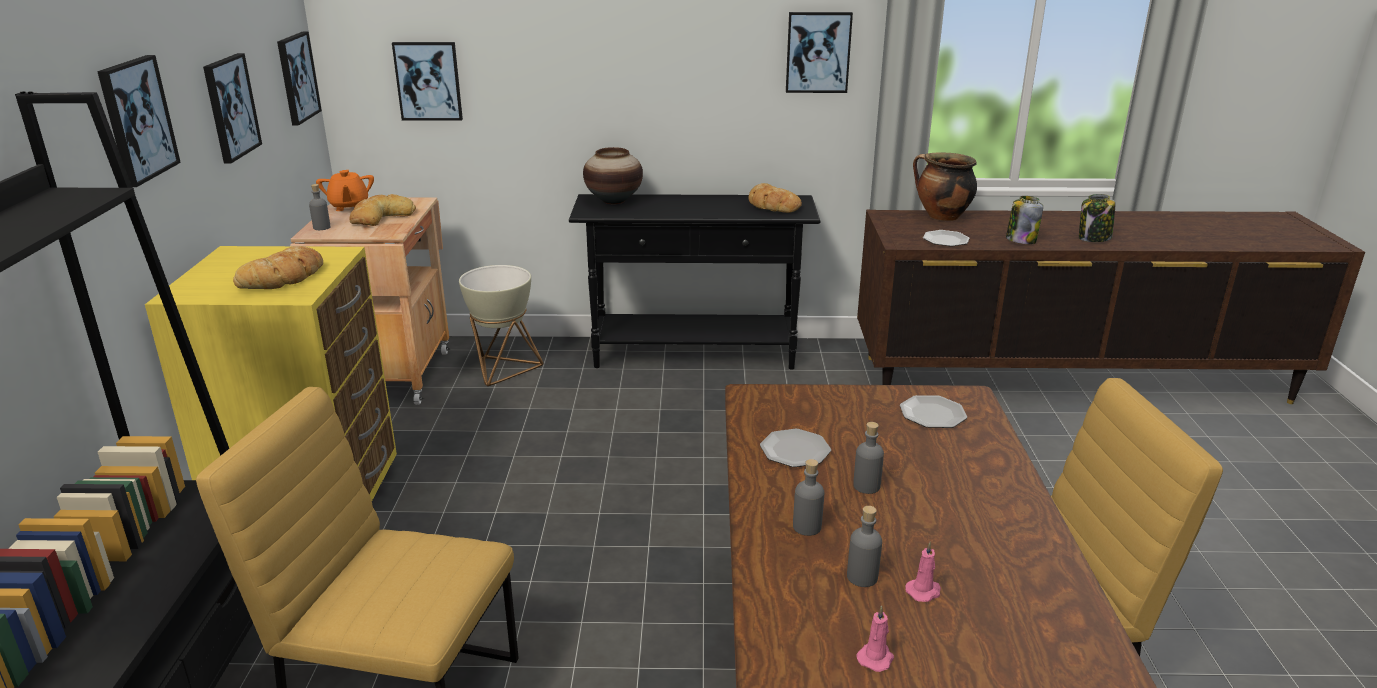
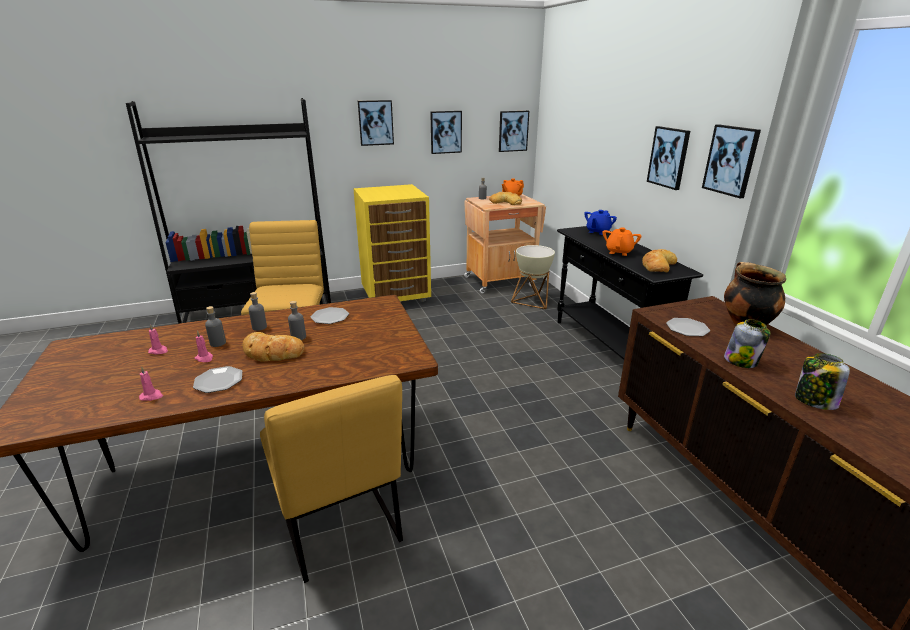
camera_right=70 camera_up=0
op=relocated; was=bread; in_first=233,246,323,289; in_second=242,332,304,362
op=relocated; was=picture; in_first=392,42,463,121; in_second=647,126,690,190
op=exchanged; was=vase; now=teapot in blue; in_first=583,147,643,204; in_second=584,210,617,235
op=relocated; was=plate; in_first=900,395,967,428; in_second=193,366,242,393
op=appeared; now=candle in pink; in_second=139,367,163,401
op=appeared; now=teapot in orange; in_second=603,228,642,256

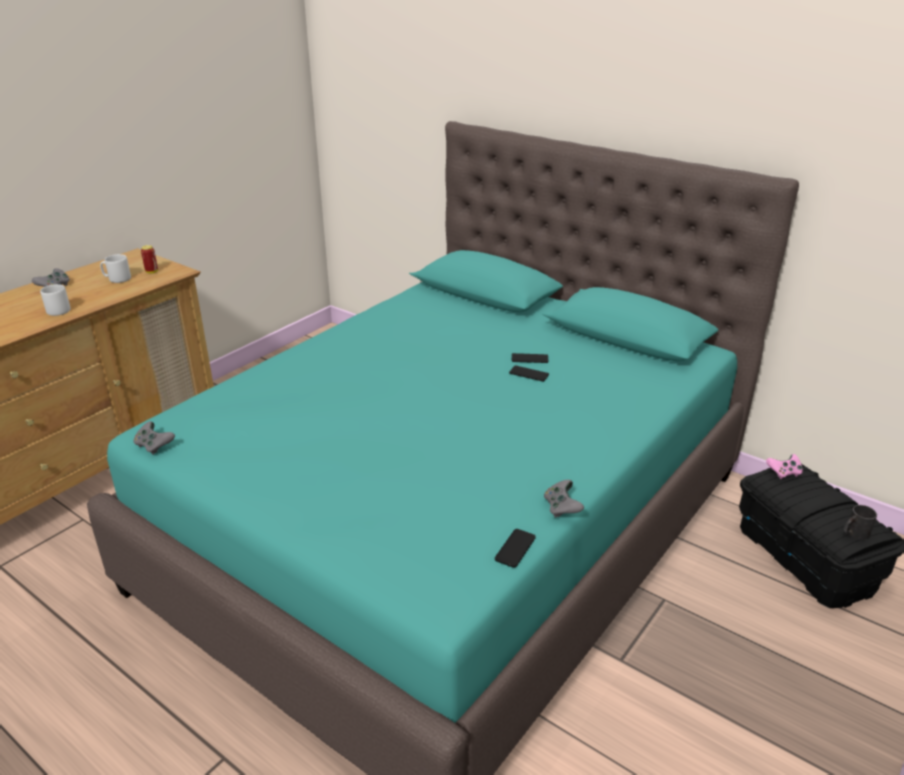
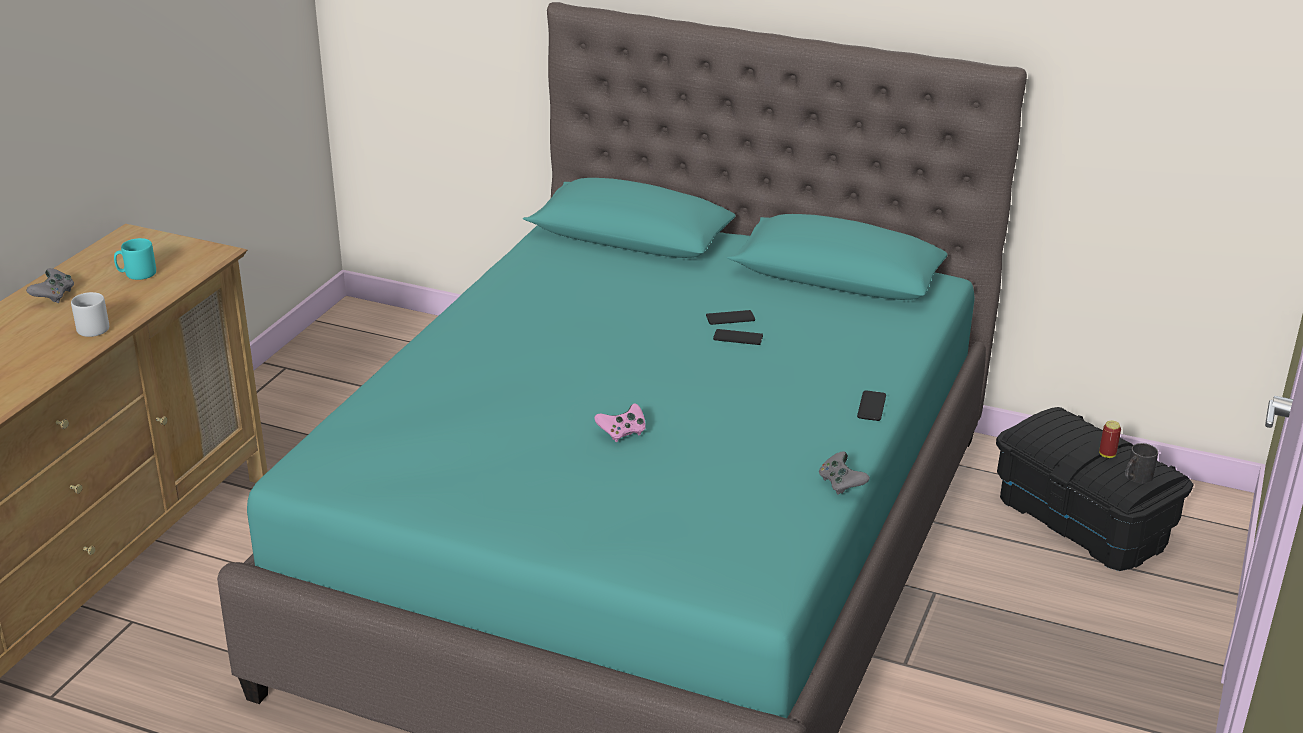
camera_right=-15 camera_up=0
op=colour; was=mug in grey; now=mug in turquoise; in_first=100,254,131,283; in_second=114,238,156,280
op=missing; was=game controller in grey; in_first=133,421,175,455
op=relocated; was=can; in_first=141,245,158,273; in_second=1099,421,1121,458
op=relocated; was=phone; in_first=495,529,536,568; in_second=857,390,886,421
op=relocated; was=game controller in pink; in_first=766,454,802,479; in_second=595,403,646,442

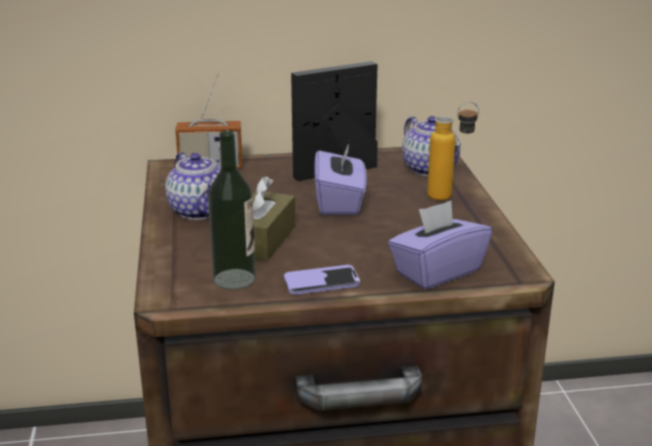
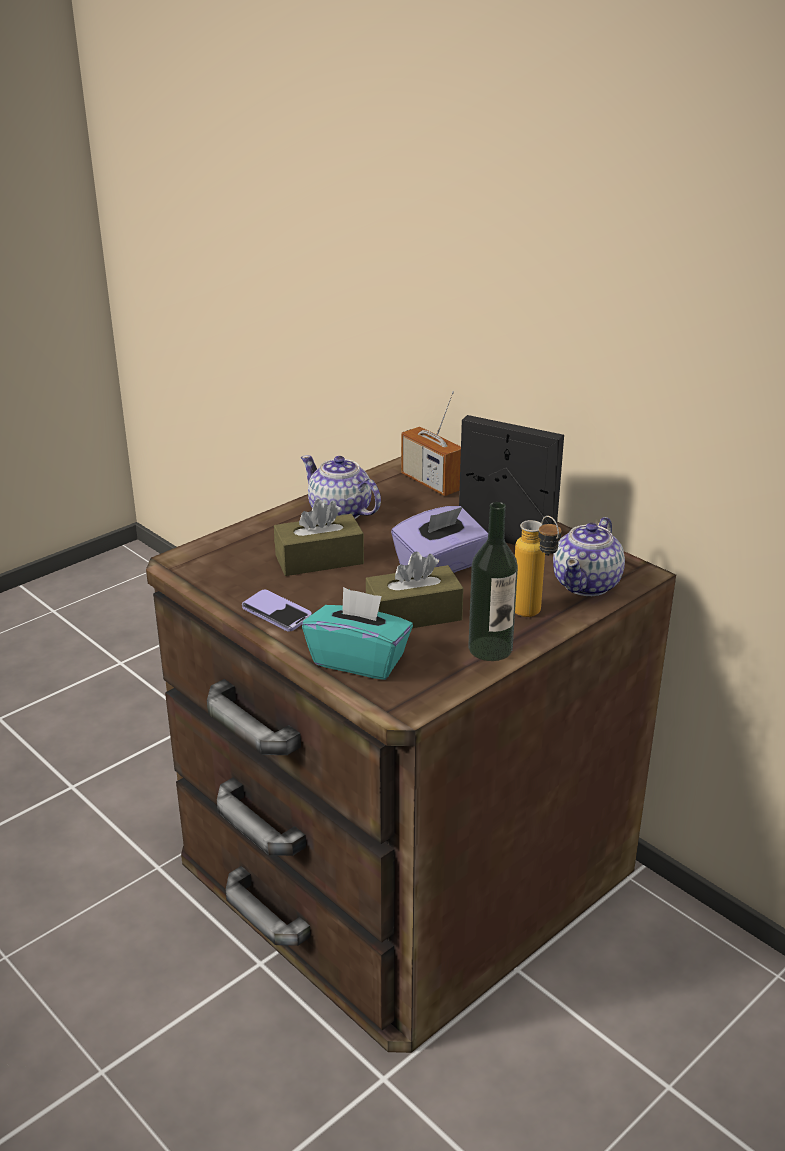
camera_right=55 camera_up=5
op=spun; was=teapot; in_first=165,152,221,220; in_second=301,455,381,519; clockwise=105
op=relocated; was=bottle; in_first=208,130,256,290; in_second=468,502,518,661
op=colour; was=tissue box in purple; now=tissue box in turquoise; in_first=388,201,492,289; in_second=302,587,413,680
op=appeared; now=tissue box in brown; in_second=366,551,463,628

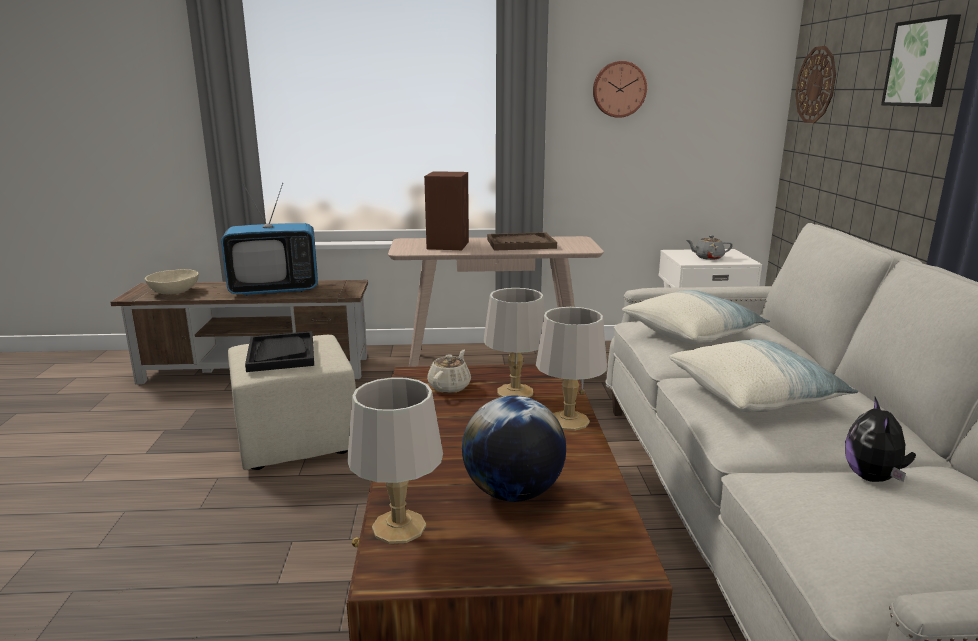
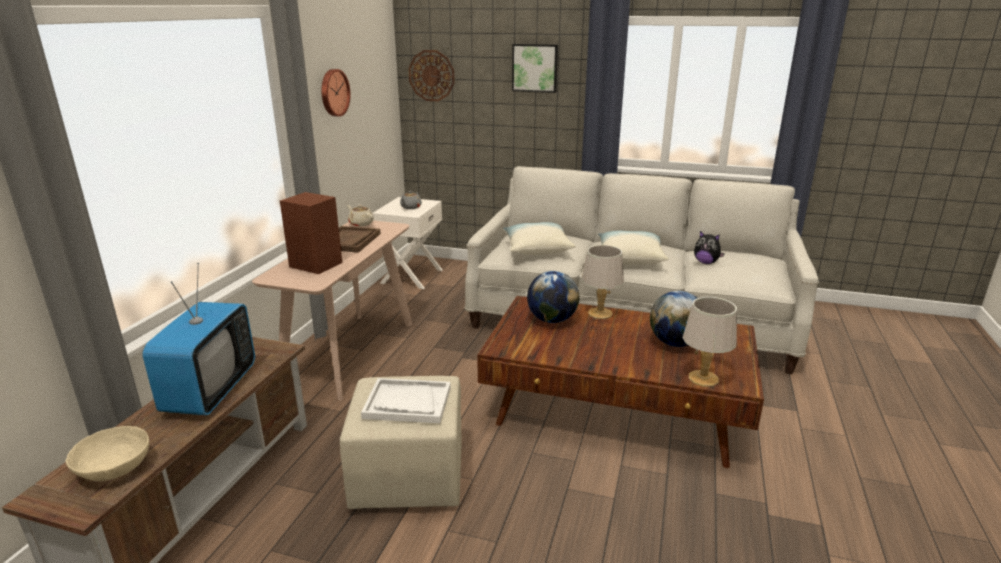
camera_right=-70 camera_up=5
op=colour; was=tray in black; now=tray in white; in_first=245,331,314,372; in_second=361,378,451,423
op=relocated; was=teapot in beige; in_first=427,350,471,393; in_second=347,205,374,227
op=exchanged; was=table lamp in grey; now=globe; in_first=483,288,545,398; in_second=527,271,579,323

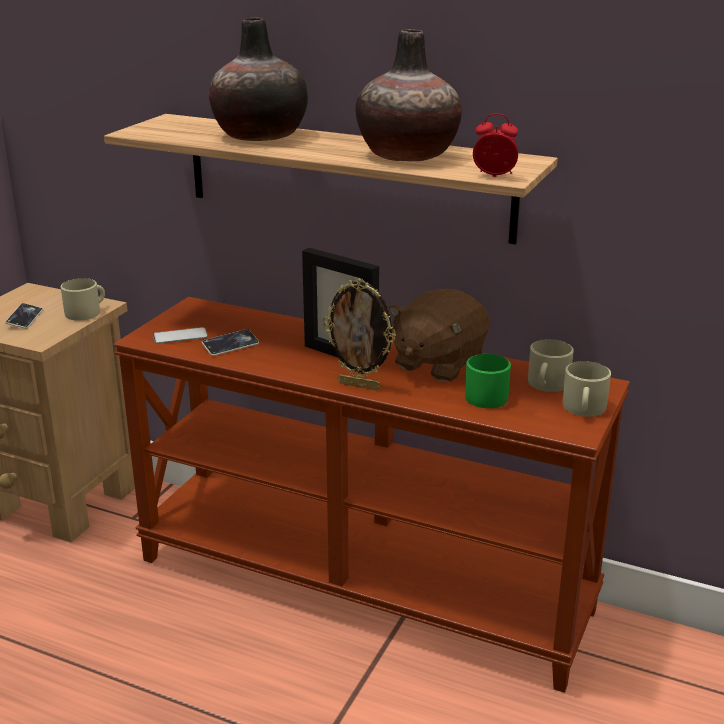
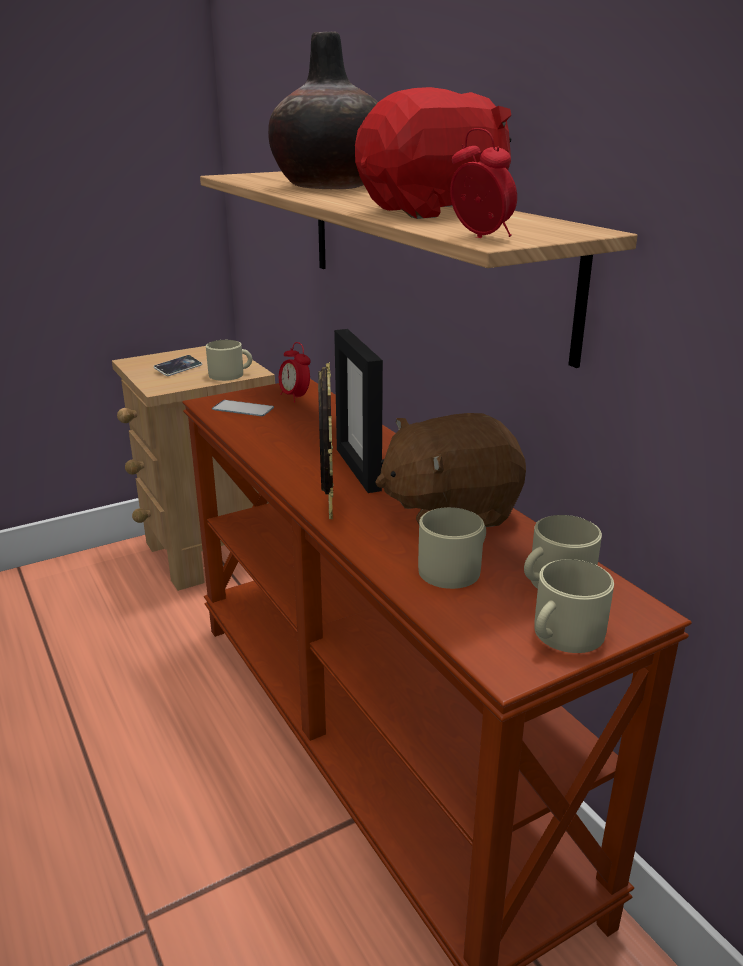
camera_right=35 camera_up=0
op=missing; was=phone; in_first=202,329,259,356
op=spun; was=picture frame; in_first=323,278,396,390; in_second=318,362,334,519; clockwise=-150
op=exchanged; was=vase; now=plush toy in red; in_first=355,29,462,161; in_second=355,87,511,219
op=colour; was=mug in green; now=mug in beige; in_first=465,354,511,408; in_second=418,507,486,589
op=appeared; now=alarm clock; in_second=279,342,311,402

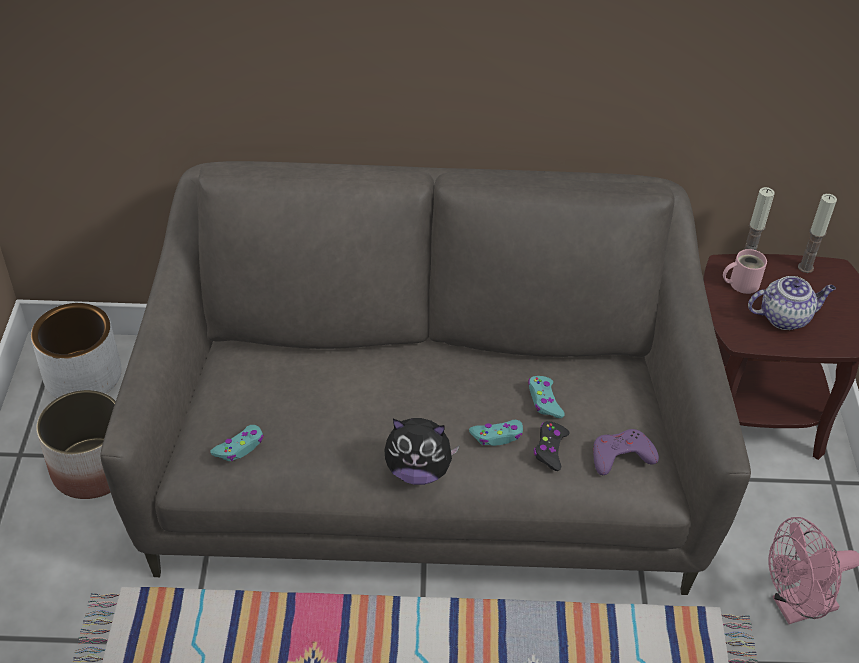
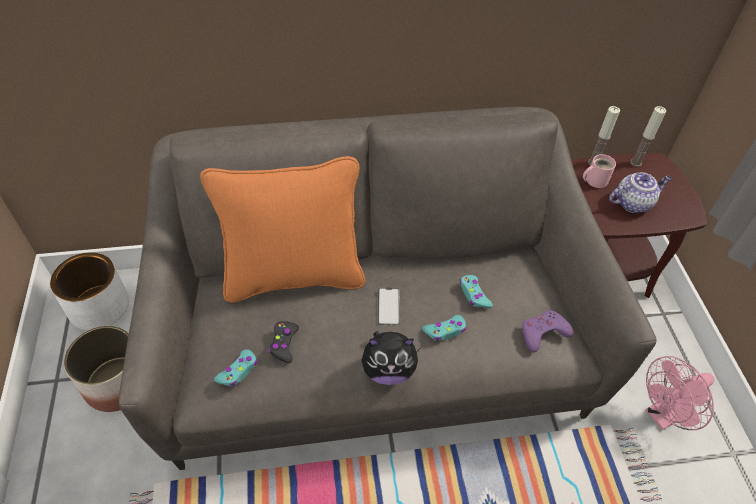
camera_right=-10 camera_up=5
op=relocated; was=game controller in black; in_first=534,421,569,471; in_second=268,321,299,363
op=appeared; now=pillow in orange; in_second=200,156,365,303
op=appeared; now=phone; in_second=378,288,400,326

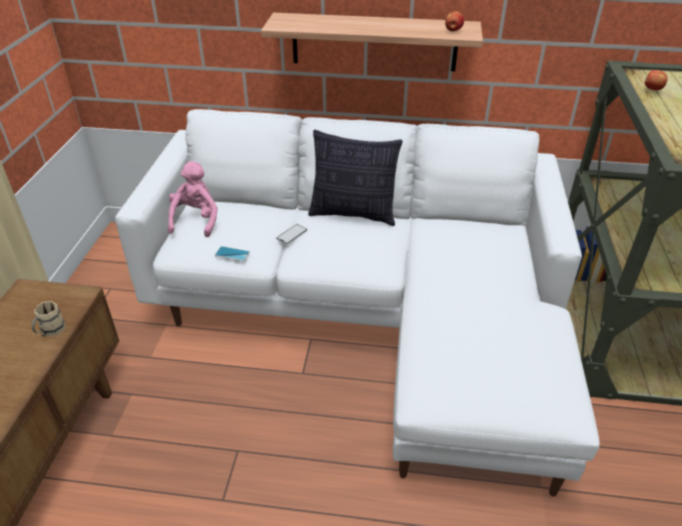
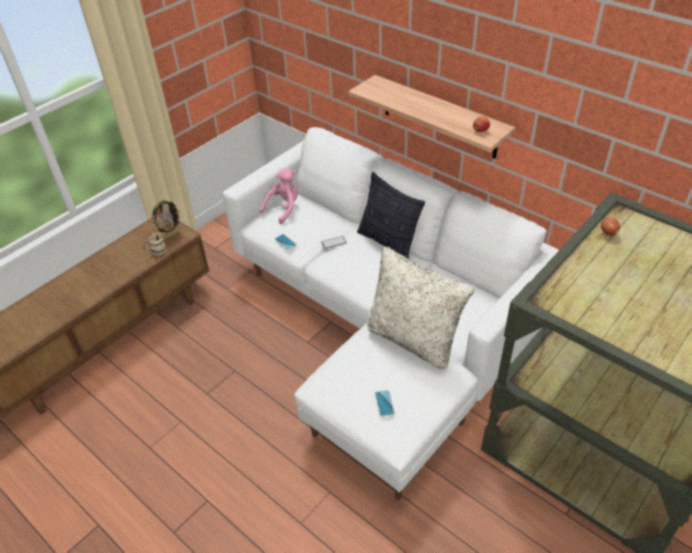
camera_right=35 camera_up=5
op=appeared; now=picture frame; in_second=152,200,181,240
op=appeared; now=pillow in beige; in_second=366,246,475,370
op=appeared; now=phone; in_second=375,390,395,417

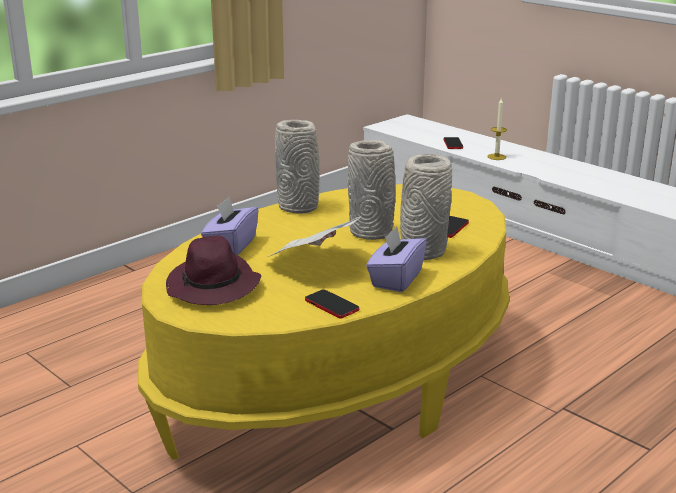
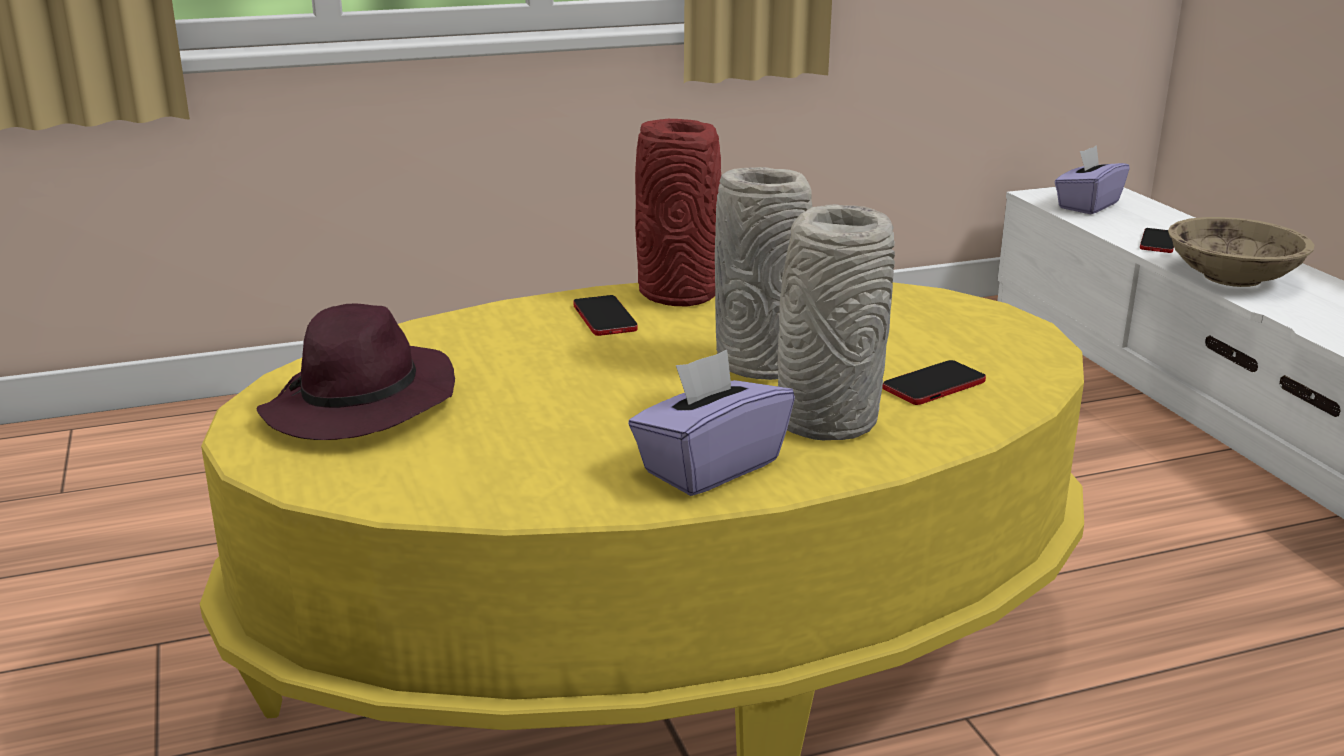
camera_right=25 camera_up=0
op=relocated; was=tissue box in purple; in_first=201,197,259,255; in_second=1055,145,1130,214
op=missing; was=newspaper; in_first=265,214,367,258
op=colour; was=vase in grey; now=vase in red; in_first=275,120,320,214; in_second=635,119,721,306
op=relocated; was=phone; in_first=305,289,359,318; in_second=573,295,638,336
op=exchanged; was=candle; now=bowl in beige; in_first=488,99,507,160; in_second=1168,217,1314,287

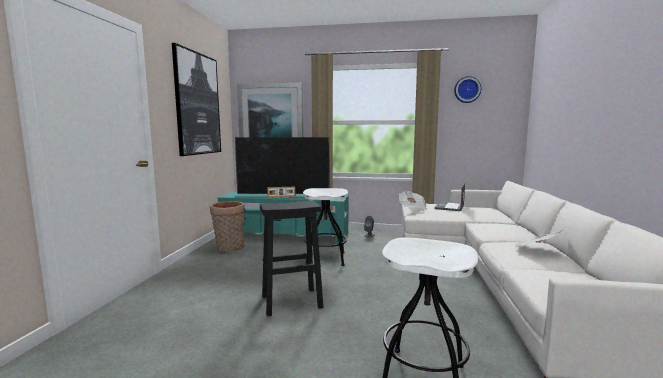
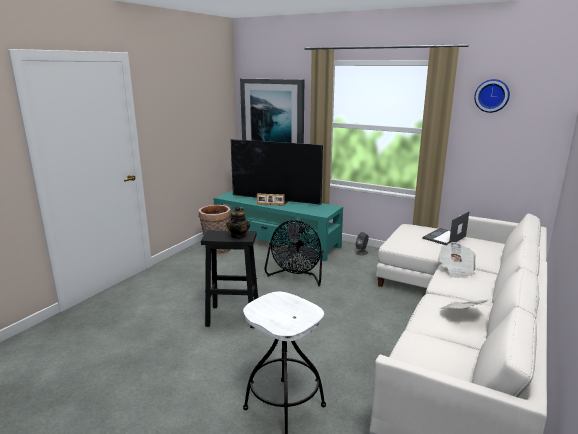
camera_right=20 camera_up=10
op=missing; was=picture; in_first=172,43,221,156
op=exchanged; was=stool in white; now=fan in black; in_first=303,188,348,266; in_second=264,220,324,286
op=relocated; was=newspaper; in_first=399,191,427,213; in_second=438,242,476,278
op=appeared; now=teapot; in_second=226,206,250,239

